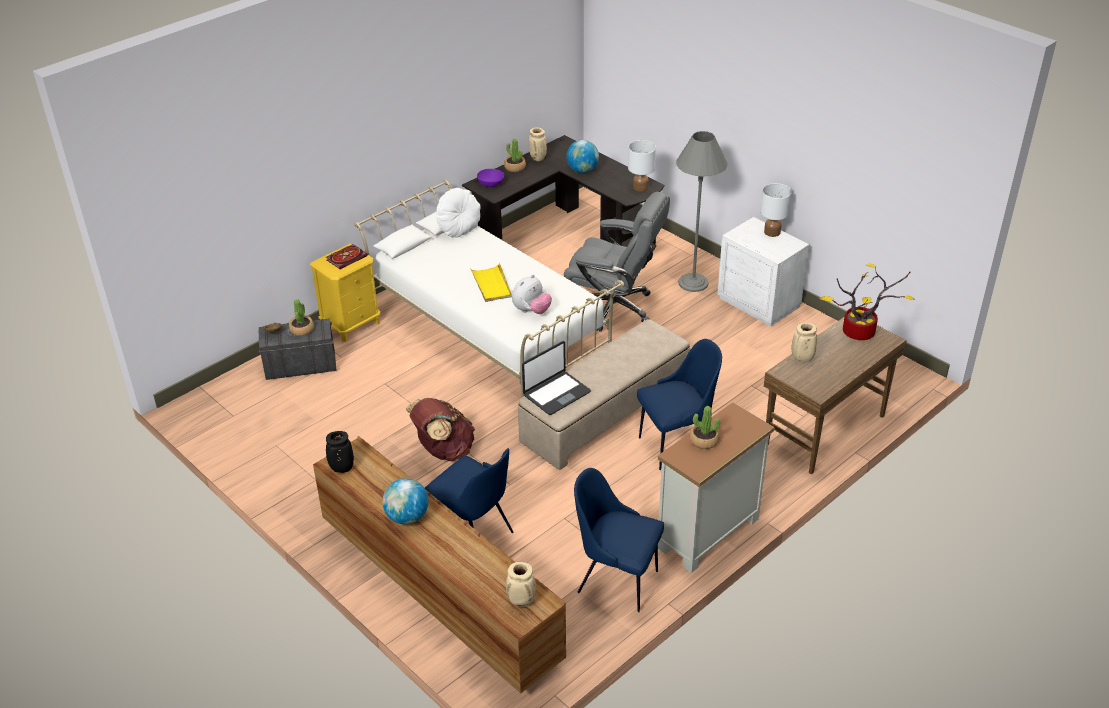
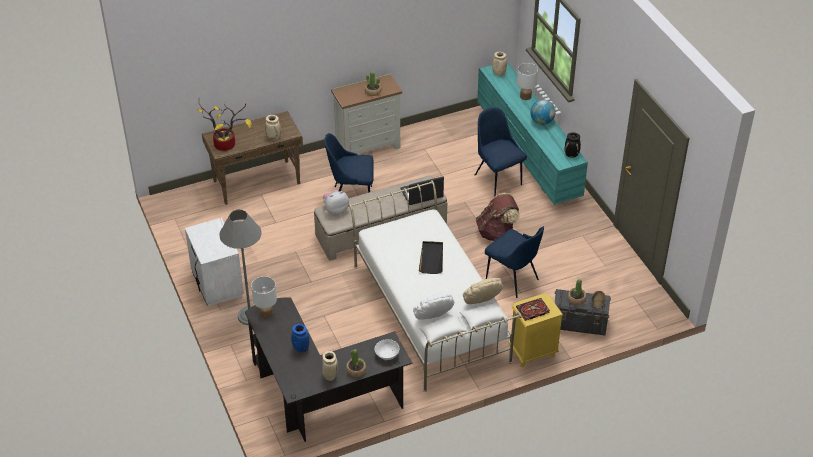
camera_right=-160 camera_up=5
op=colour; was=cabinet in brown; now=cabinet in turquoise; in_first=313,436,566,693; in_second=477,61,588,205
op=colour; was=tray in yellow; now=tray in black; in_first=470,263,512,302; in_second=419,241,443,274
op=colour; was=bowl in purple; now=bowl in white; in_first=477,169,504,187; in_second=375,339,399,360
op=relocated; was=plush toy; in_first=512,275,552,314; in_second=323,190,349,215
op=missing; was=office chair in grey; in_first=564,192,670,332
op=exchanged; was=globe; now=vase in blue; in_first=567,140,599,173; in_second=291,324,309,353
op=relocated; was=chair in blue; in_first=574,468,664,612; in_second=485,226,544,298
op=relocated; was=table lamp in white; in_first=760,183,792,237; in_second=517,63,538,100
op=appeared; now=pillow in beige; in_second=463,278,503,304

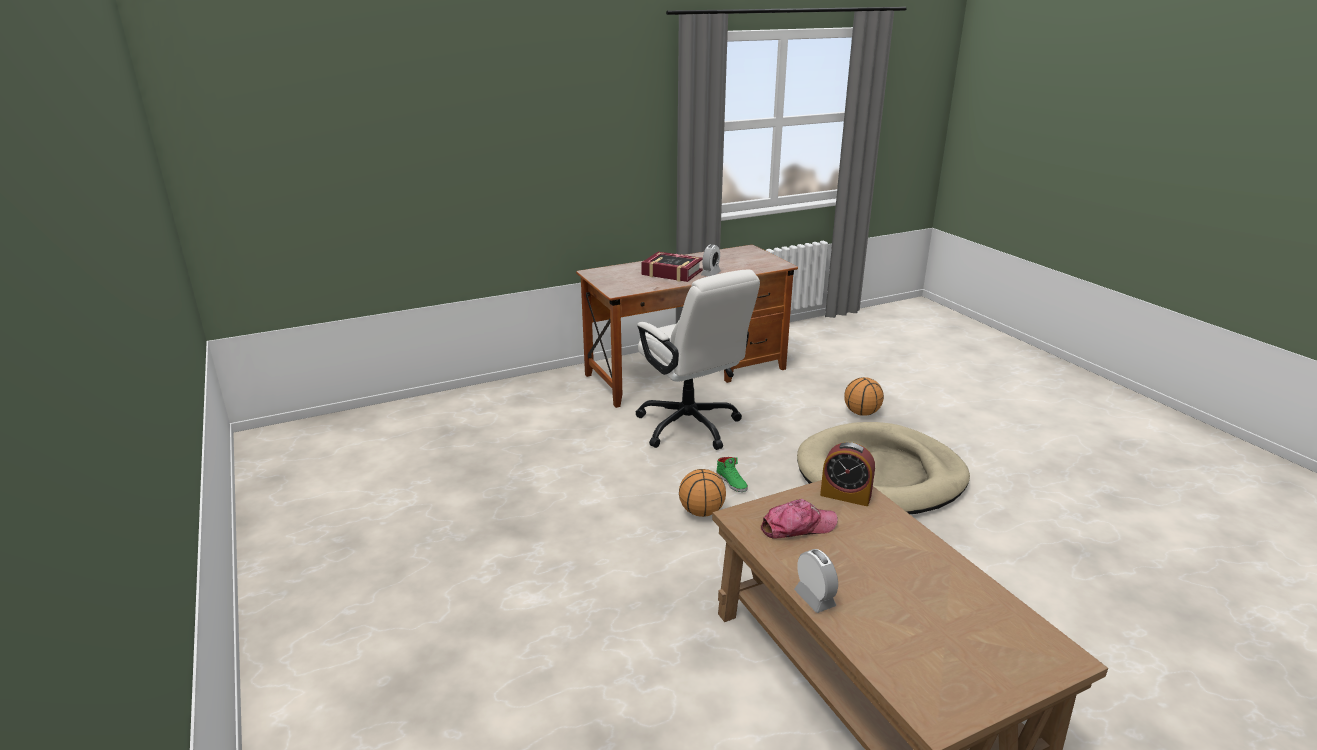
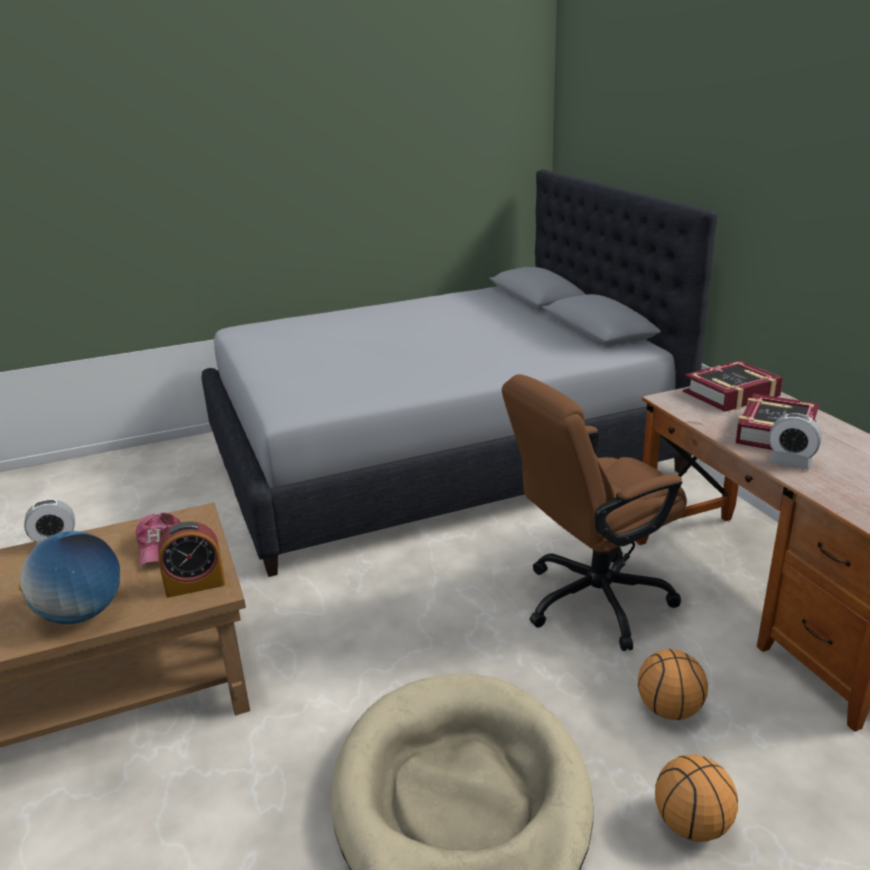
camera_right=95 camera_up=0
op=colour; was=office chair in white; now=office chair in brown; in_first=635,270,760,450; in_second=502,374,687,651
op=relocated; was=basketball; in_first=679,469,726,517; in_second=638,649,708,720
op=missing; was=shoe in green; in_first=716,457,748,492
op=spun; was=alarm clock; in_first=820,442,875,506; in_second=158,521,225,598; clockwise=-135
op=appeared; now=globe; in_second=19,531,120,624
op=appeared; now=bed in grey; in_second=201,169,717,577
op=appeared; now=book; in_second=683,360,783,412

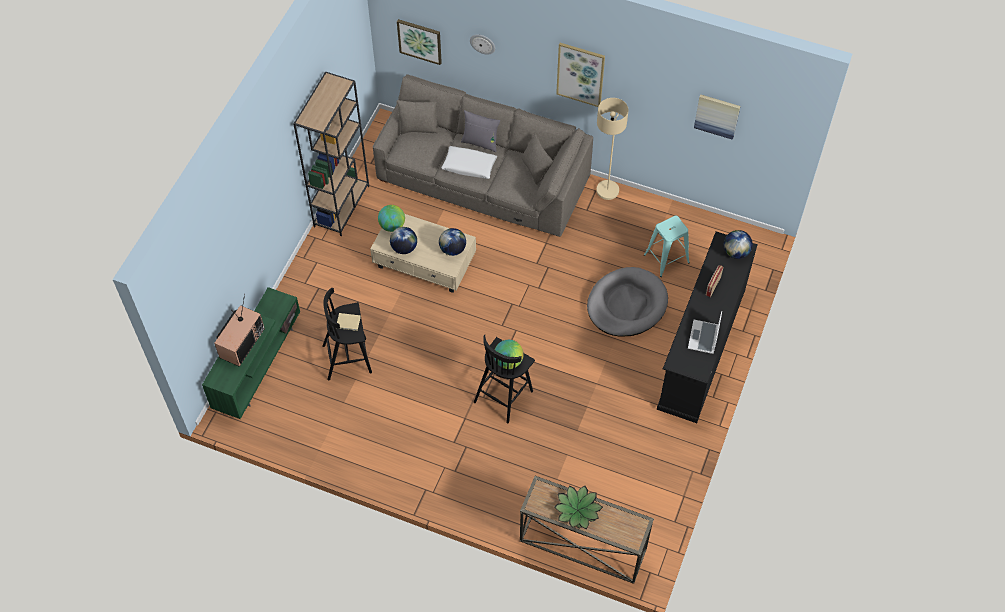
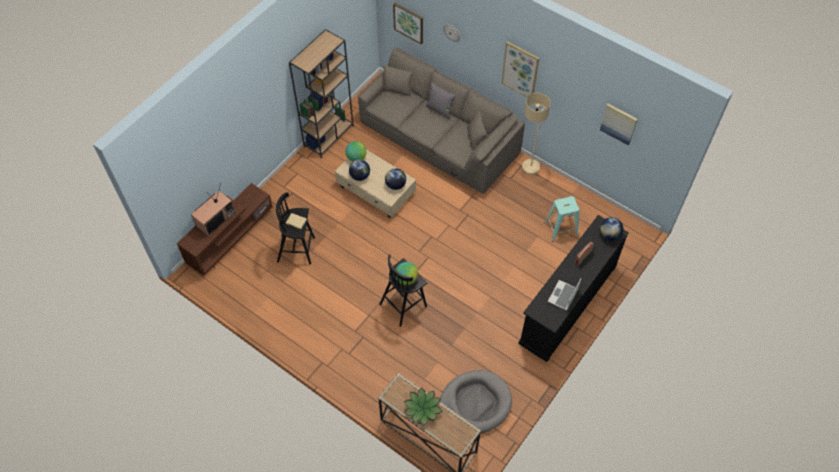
camera_right=15 camera_up=0
op=colour; was=tv stand in green; now=tv stand in brown; in_first=202,287,300,419; in_second=177,183,273,276
op=missing; was=pillow in white; in_first=441,146,497,179
op=relocated; was=dog bed in grey; in_first=587,267,668,337; in_second=440,370,512,434

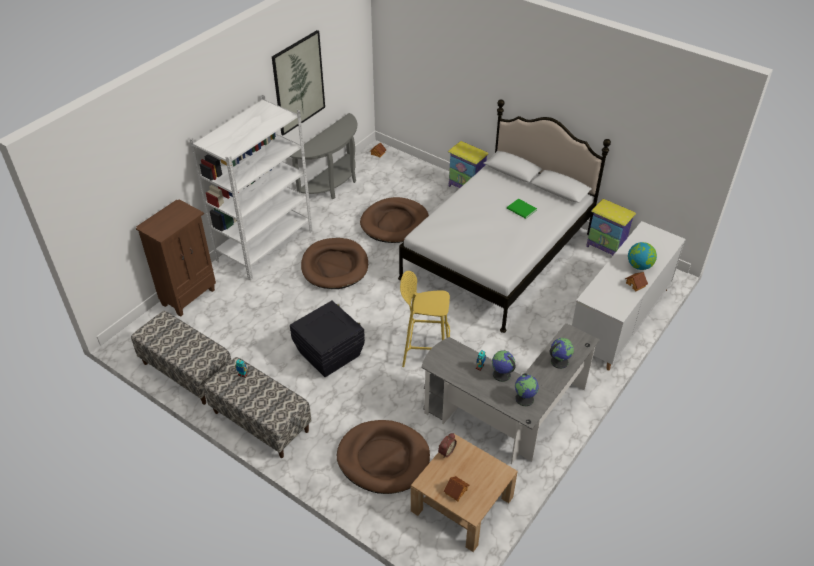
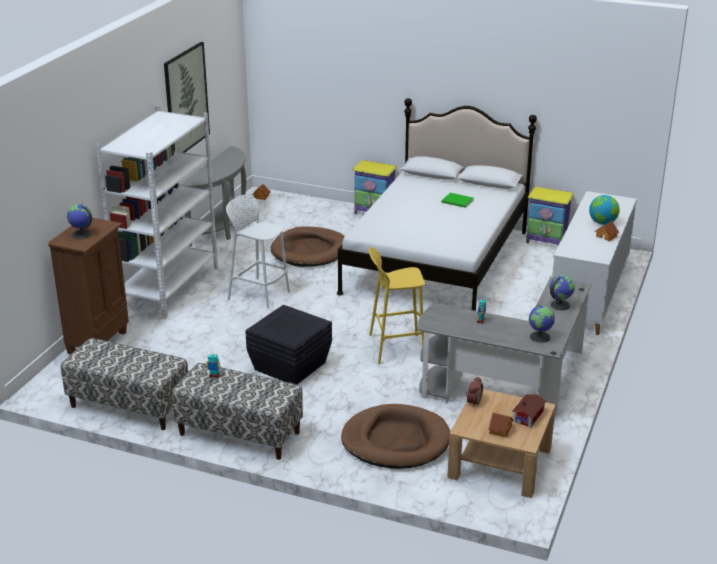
camera_right=-15 camera_up=-15
op=exchanged; was=dog bed in brown; now=stool in white; in_first=301,238,368,289; in_second=226,195,290,309
op=relocated; was=globe; in_first=492,350,516,382; in_second=67,204,92,239
op=appeared; now=toy house; in_second=512,394,547,427

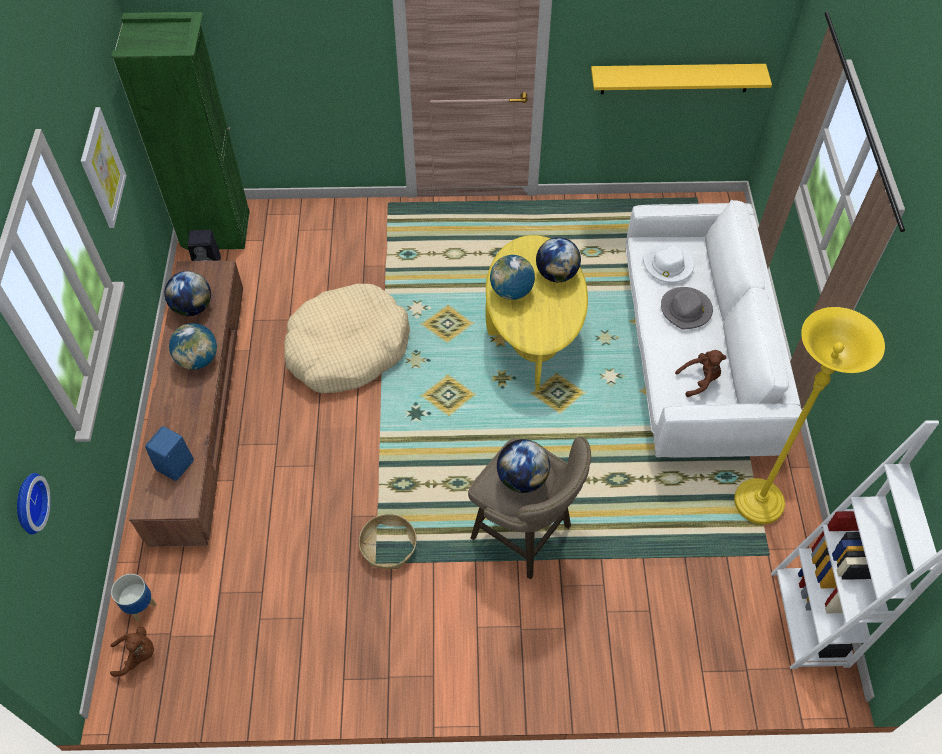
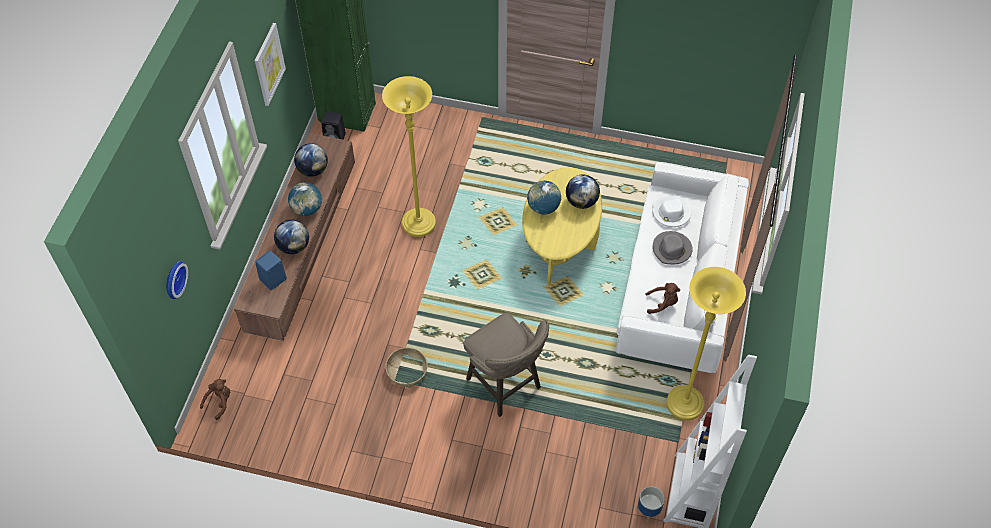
camera_right=15 camera_up=0
op=spun; was=plush toy in brown; in_first=110,627,154,677; in_second=200,379,230,420; clockwise=-60
op=relocated; was=planter; in_first=111,574,156,621; in_second=637,486,665,522
op=exchanged; was=dog bed in beige; now=floor lamp in yellow; in_first=284,284,410,393; in_second=382,76,436,237
op=relocated; was=globe; in_first=497,439,550,493; in_second=274,220,309,254
op=missing; was=shelf in yellow; in_first=591,64,772,94

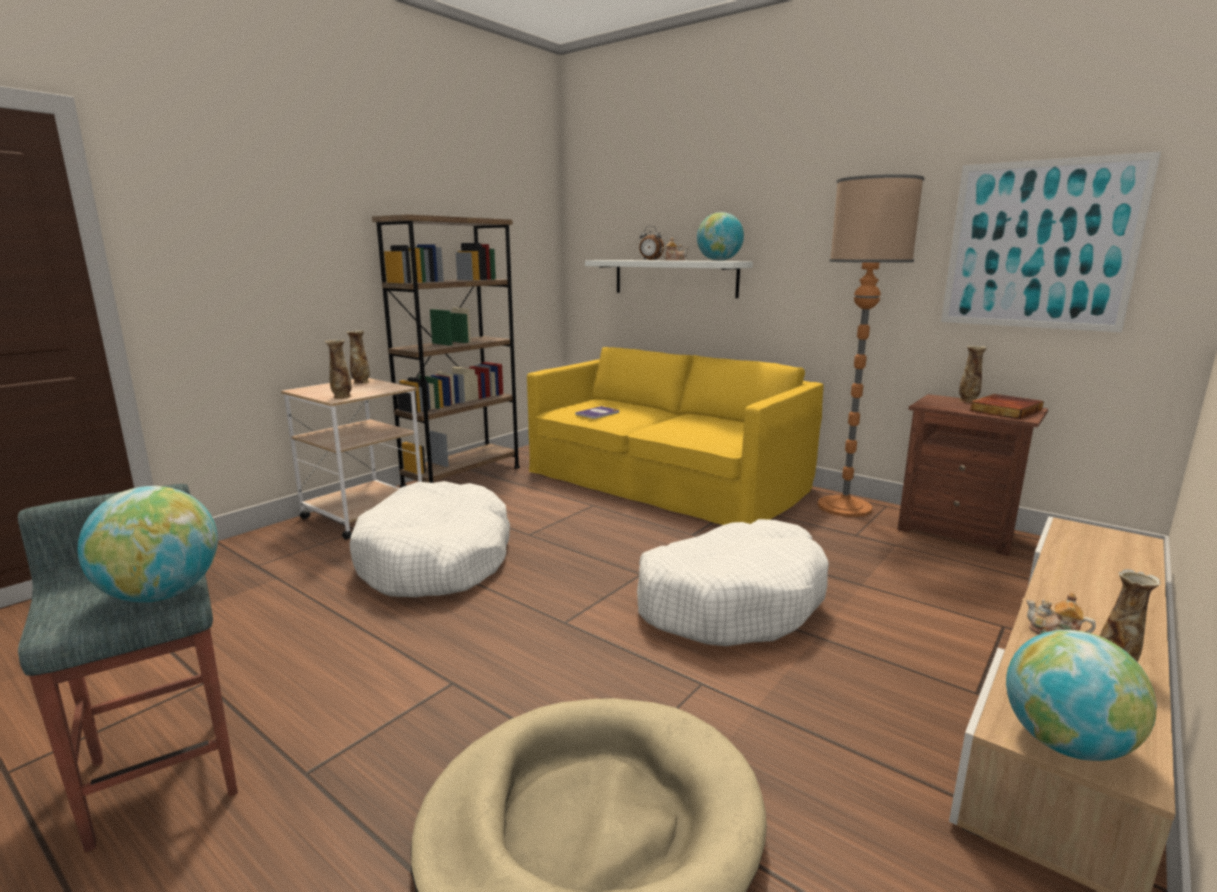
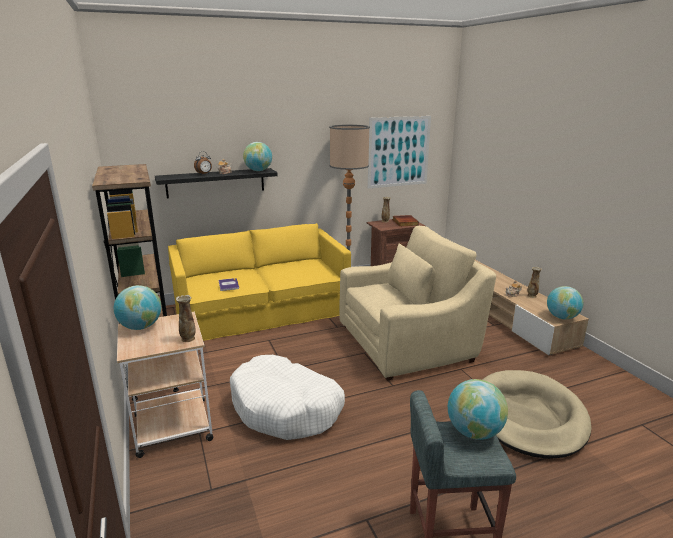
camera_right=-60 camera_up=5
op=exchanged; was=vase; now=globe; in_first=346,330,370,384; in_second=114,285,161,330
op=colour; was=shelf in white; now=shelf in black; in_first=585,260,753,298; in_second=155,168,278,198
op=exchanged; was=dog bed in white; now=armchair in beige; in_first=637,519,829,646; in_second=339,226,496,381

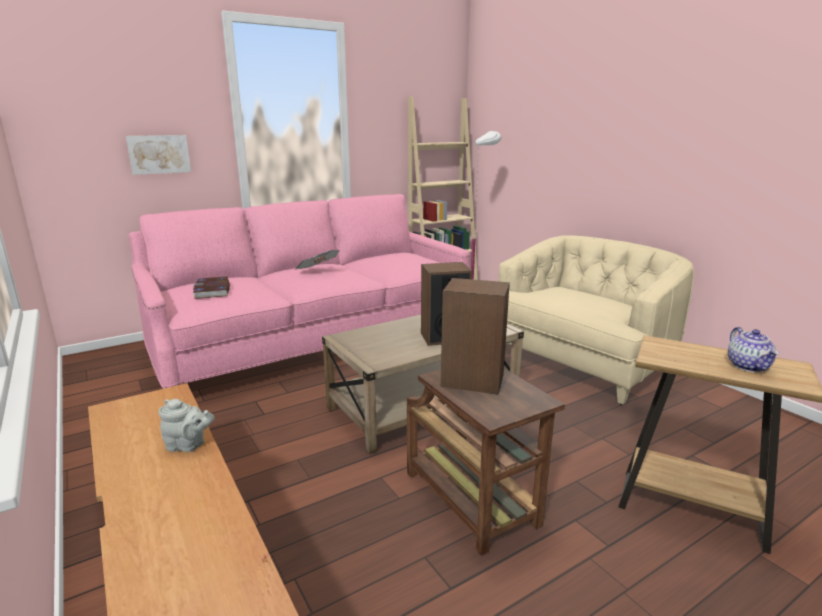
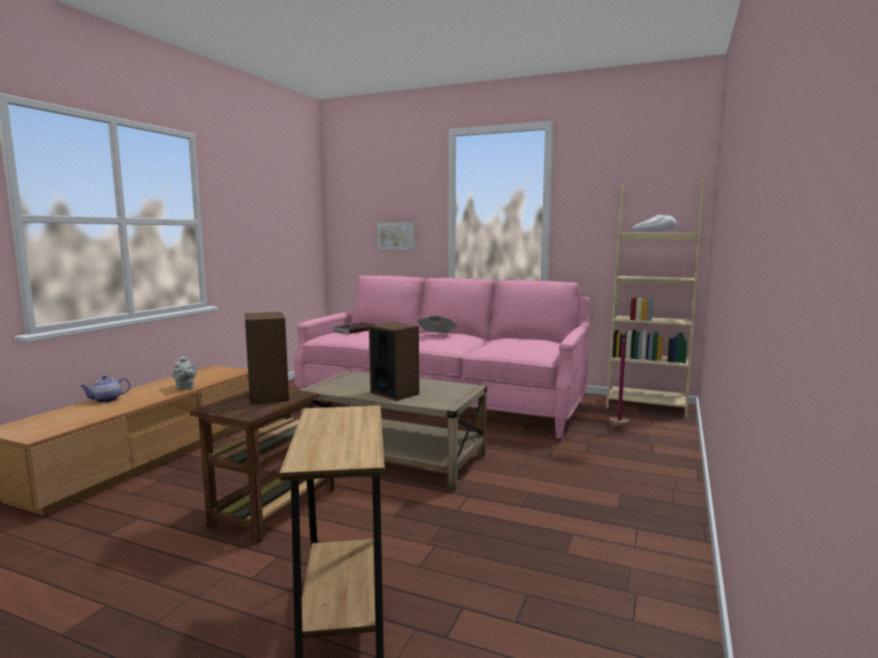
camera_right=55 camera_up=-10
op=missing; was=armchair in beige; in_first=498,235,694,405
op=relocated; was=teapot; in_first=728,327,779,372; in_second=80,376,130,403

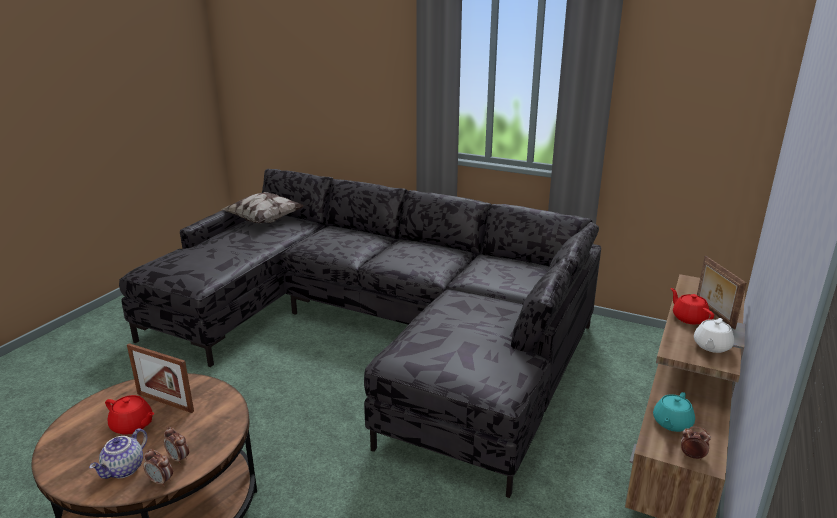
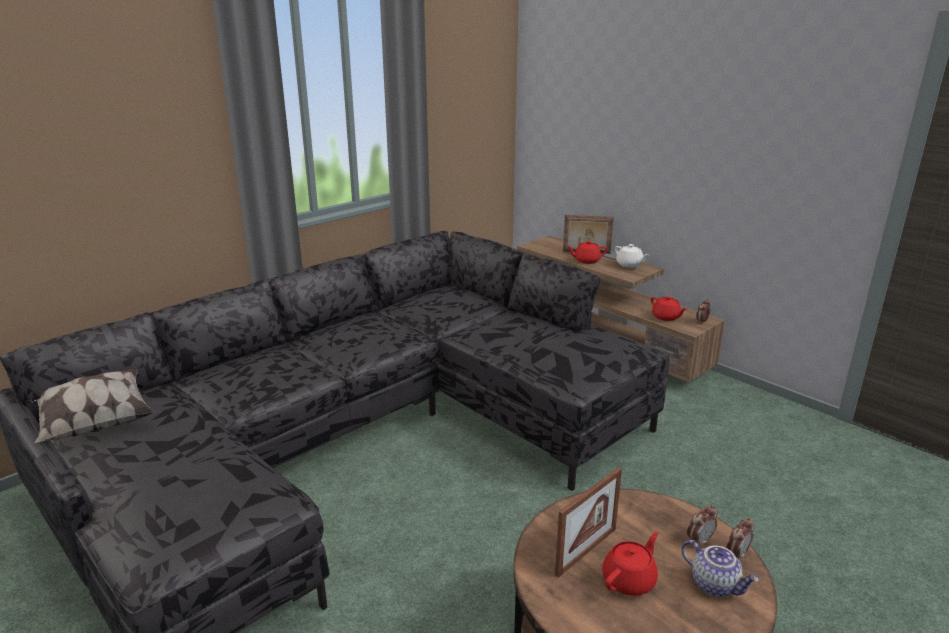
camera_right=-70 camera_up=0
op=colour; was=teapot in turquoise; now=teapot in red; in_first=653,392,695,432; in_second=651,296,687,321

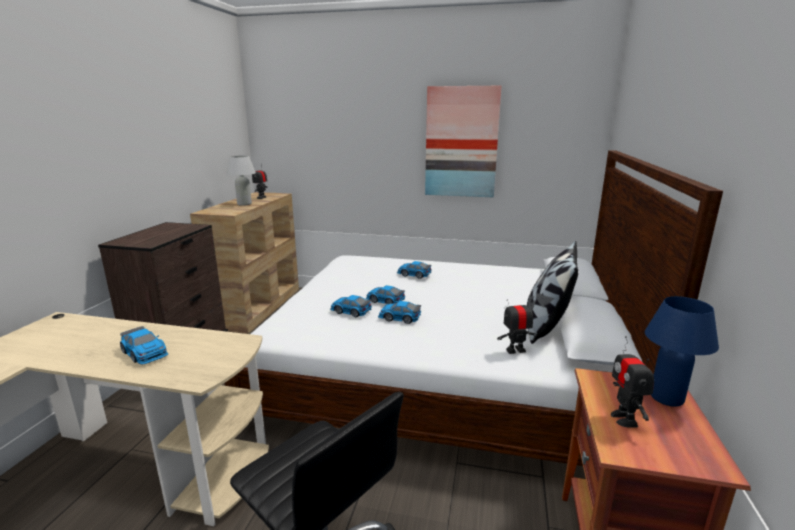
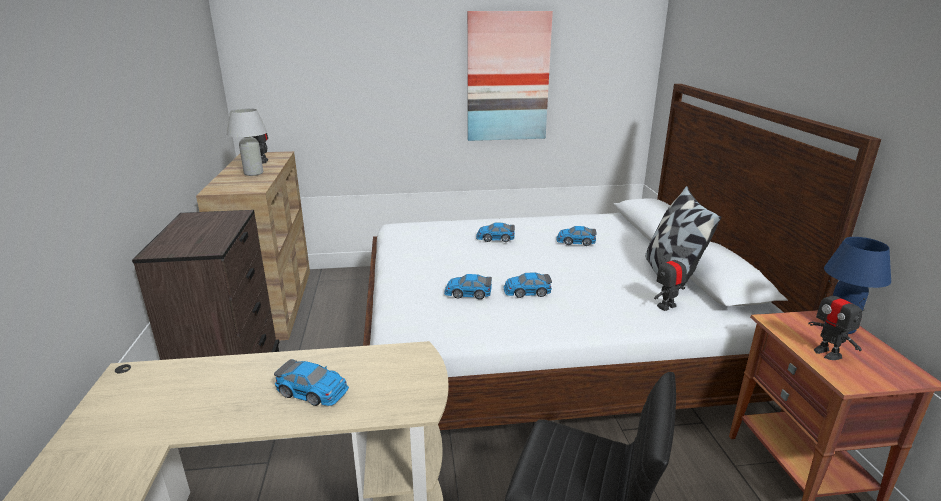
camera_right=-20 camera_up=5
op=relocated; was=toy car; in_first=366,285,405,304; in_second=556,226,597,246

